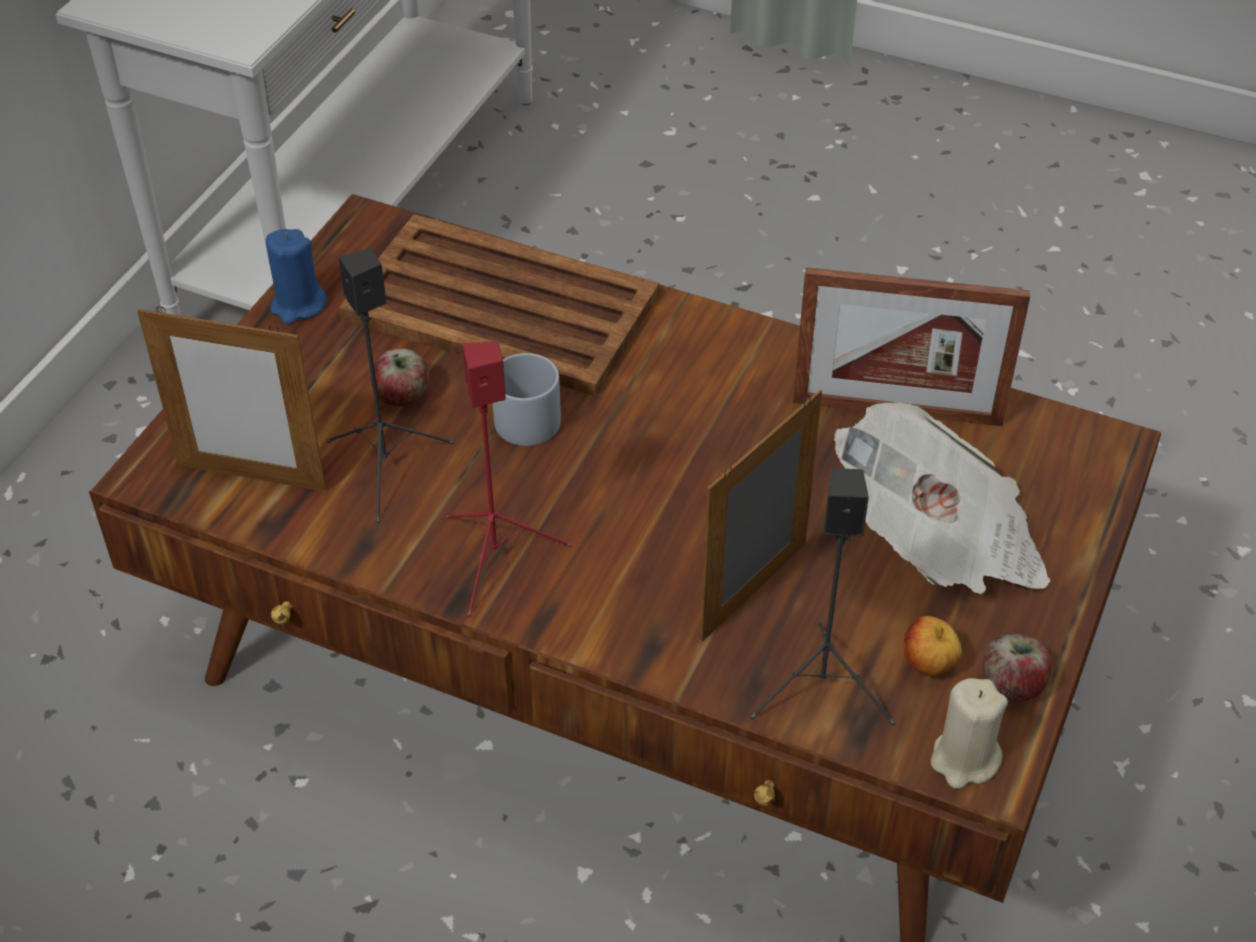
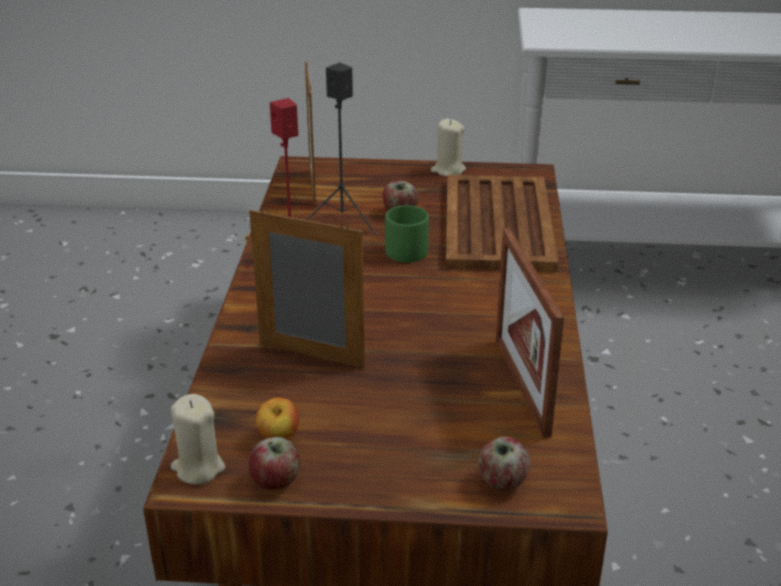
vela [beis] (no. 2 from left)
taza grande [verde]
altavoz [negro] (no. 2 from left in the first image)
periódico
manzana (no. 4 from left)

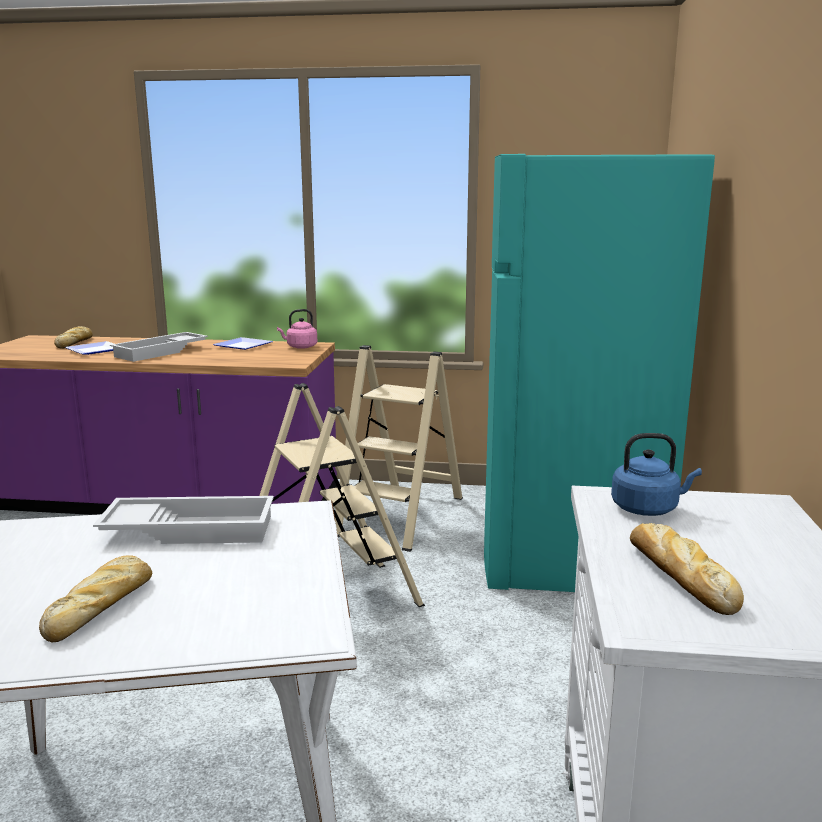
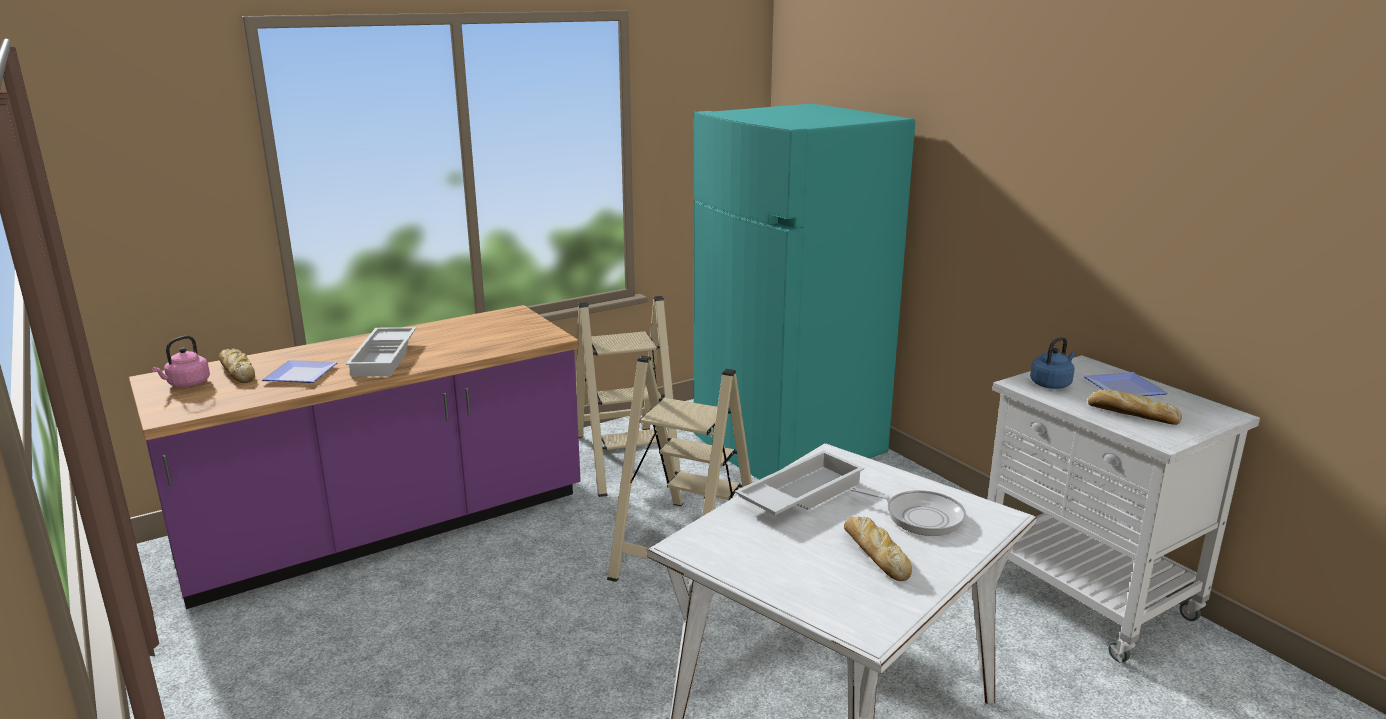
plato (no. 2 from left)
hervidor [rosa]
sartén

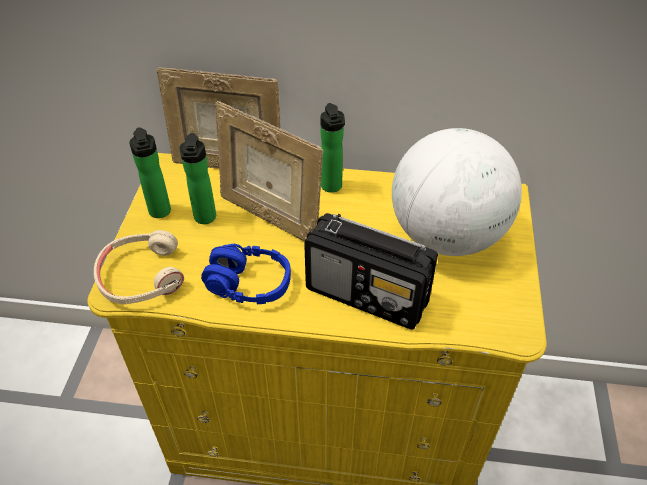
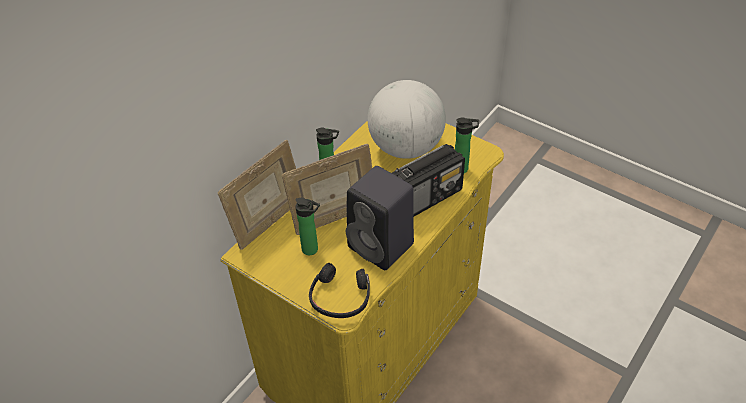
auriculares [negro]
botella (no. 3 from left)
altavoz [negro]

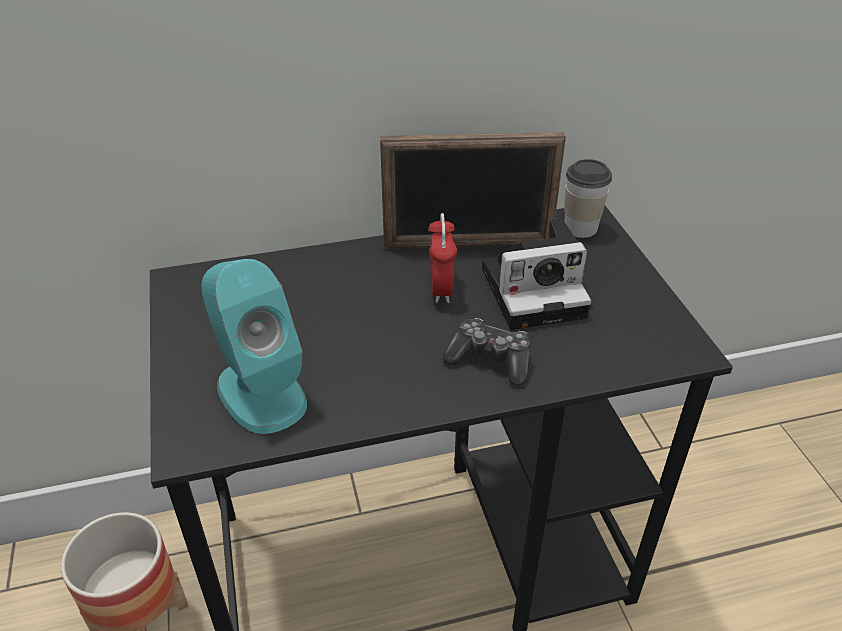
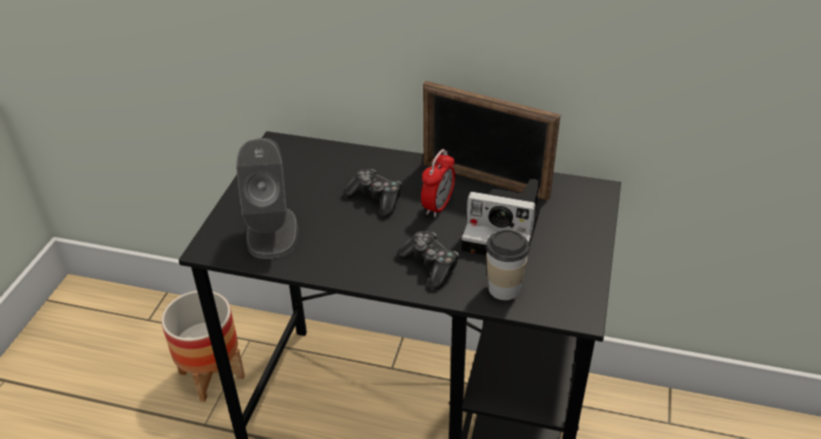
altavoz [gris]
taza
mando de consola (no. 1 from left)

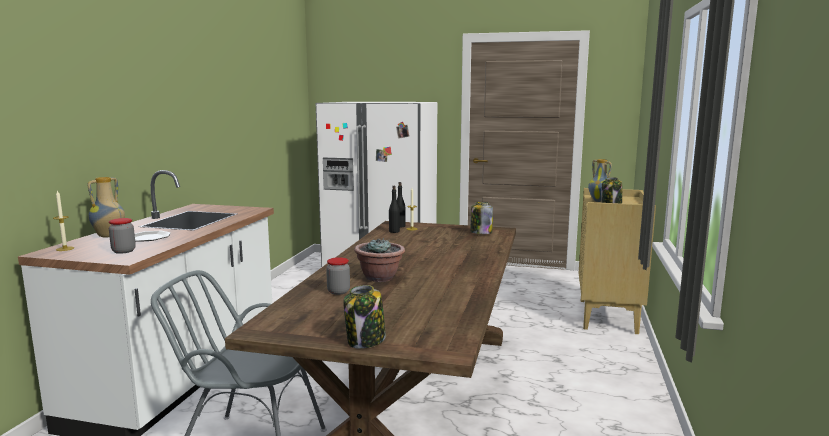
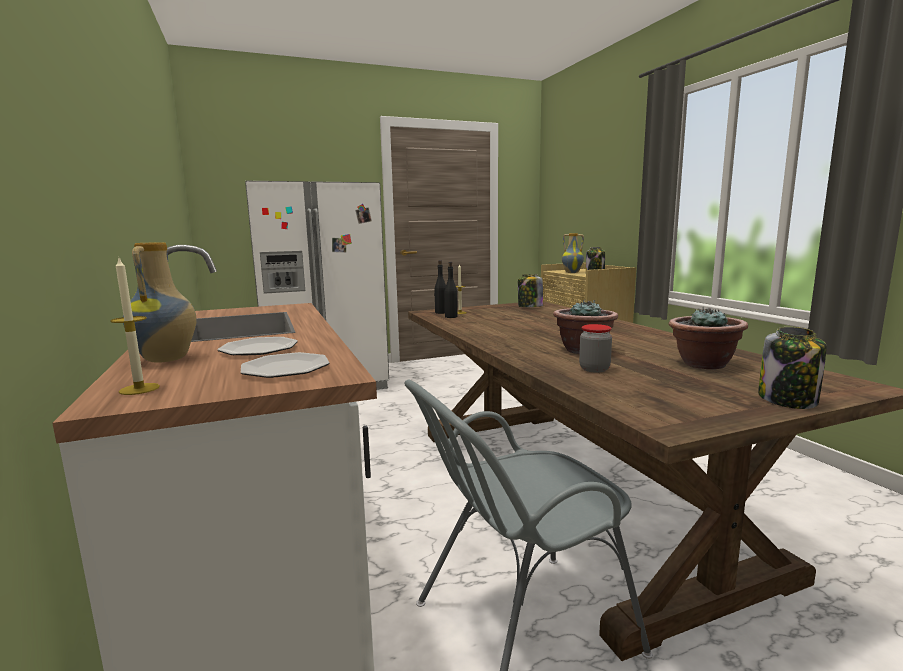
plato (no. 2 from left)
planta en maceta (no. 2 from left)

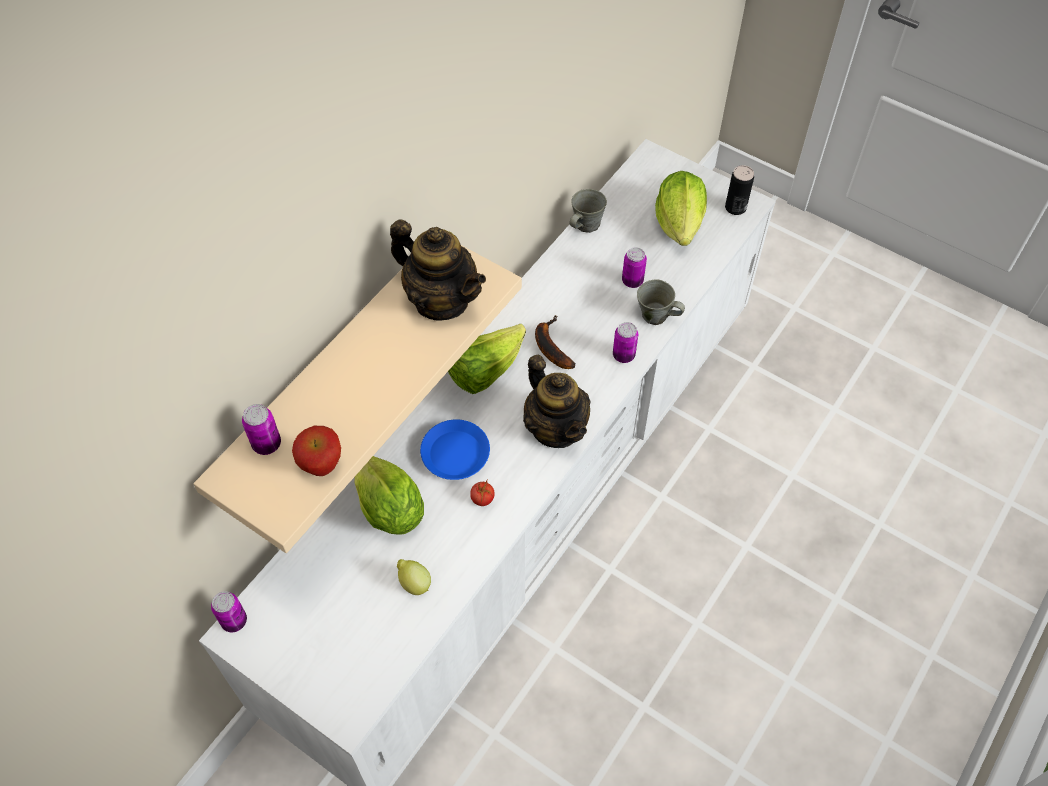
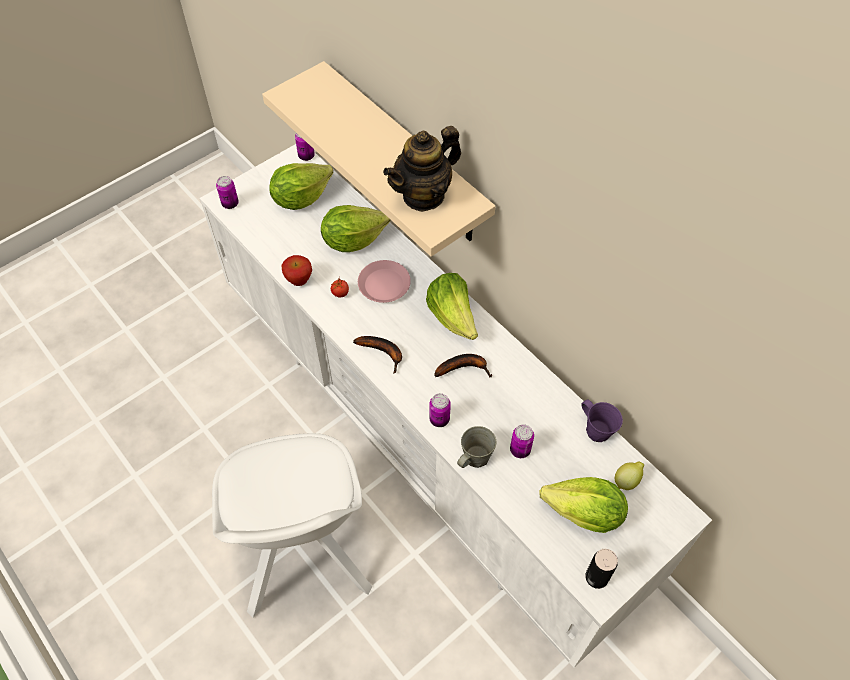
lata (no. 1 from left)
manzana
limón
plato [rosa]
plátano (no. 1 from left)
taza grande [morado]
silla [blanco]
lechuga (no. 1 from left)

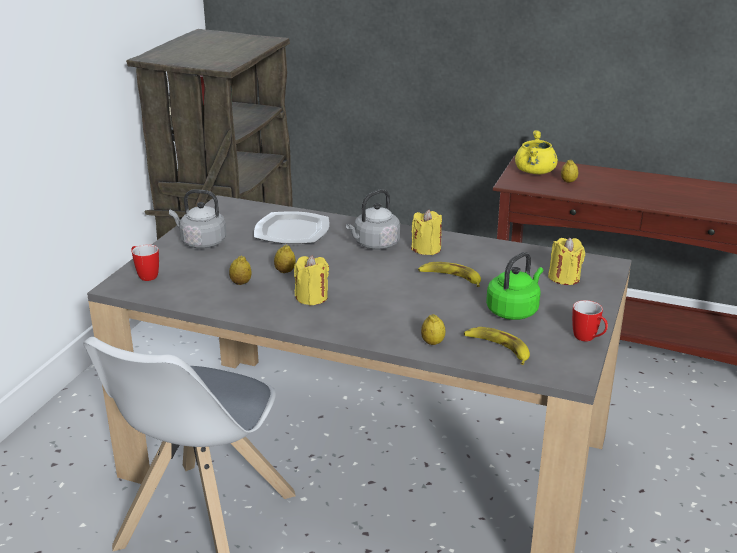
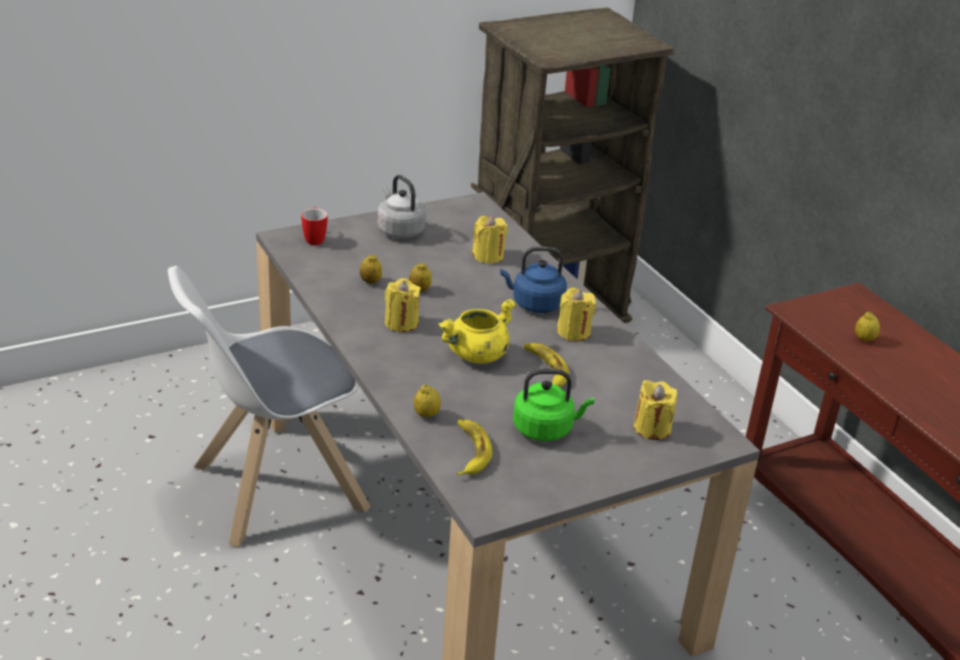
vela [amarillo] (no. 2 from left)
hervidor [azul]
olla [amarillo]
taza grande (no. 2 from left in the first image)

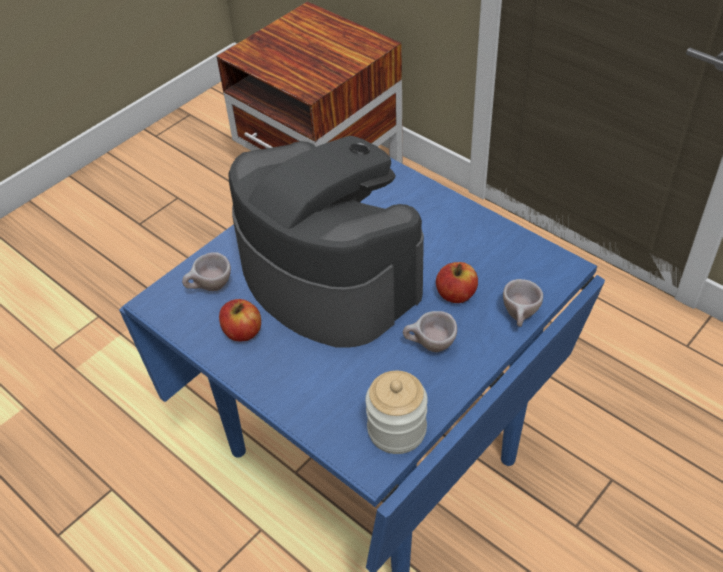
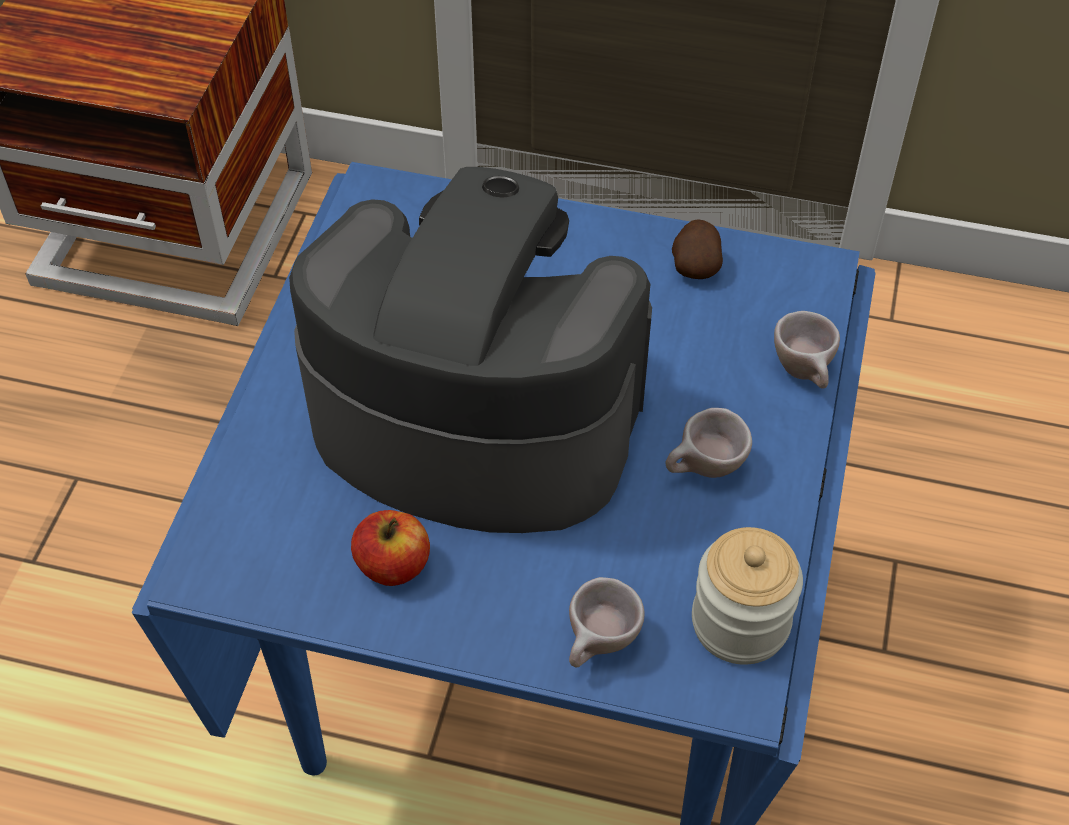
taza [beis] (no. 1 from left)
manzana (no. 2 from left in the first image)
patata

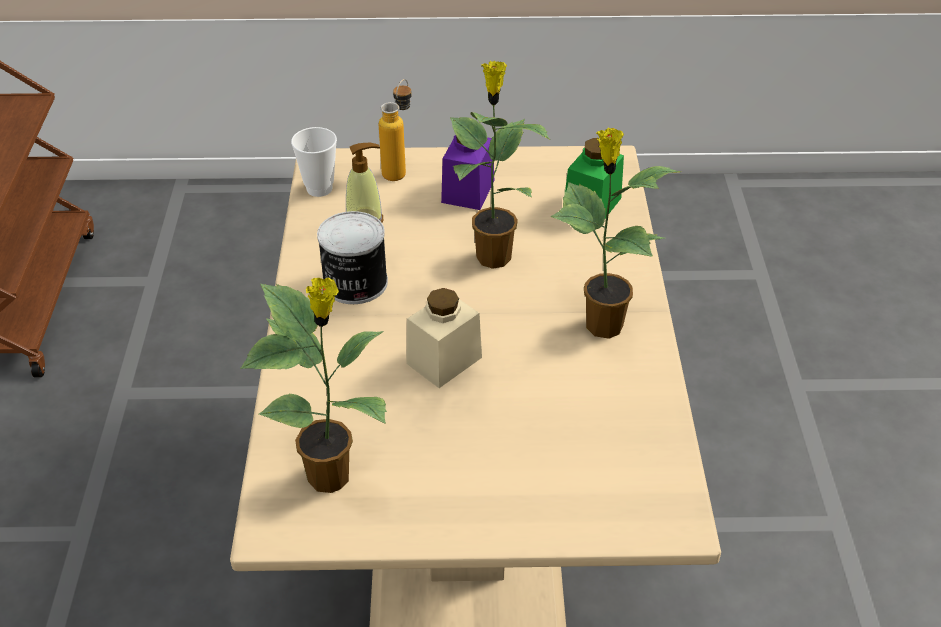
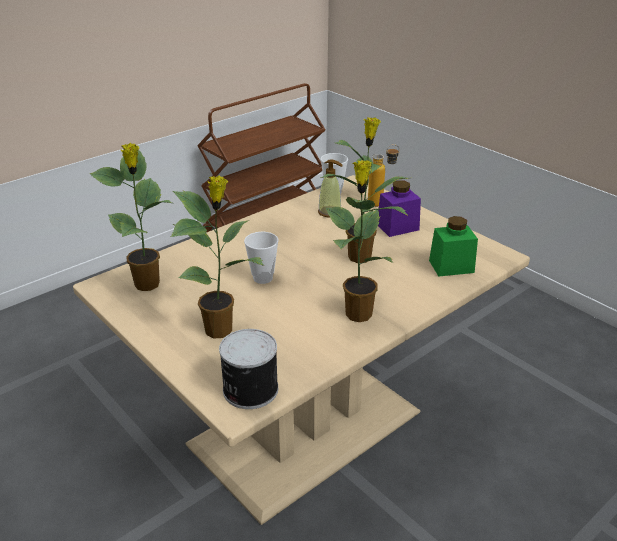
lata
taza (no. 1 from left)
planta en maceta (no. 2 from left)

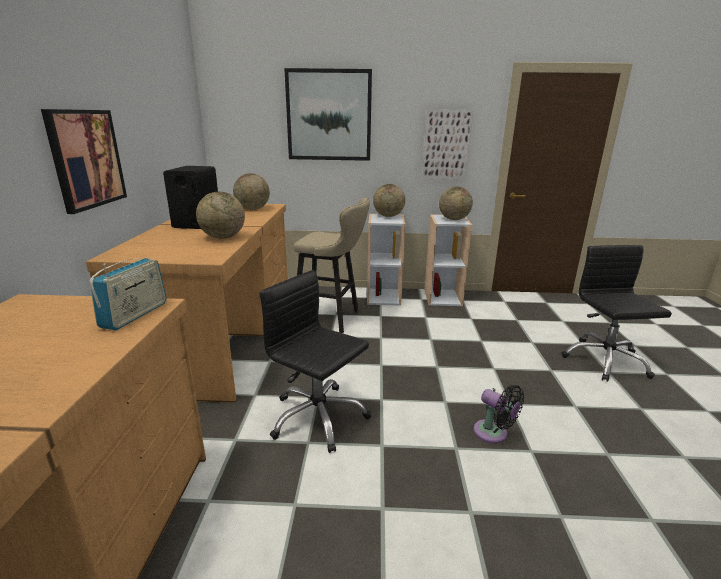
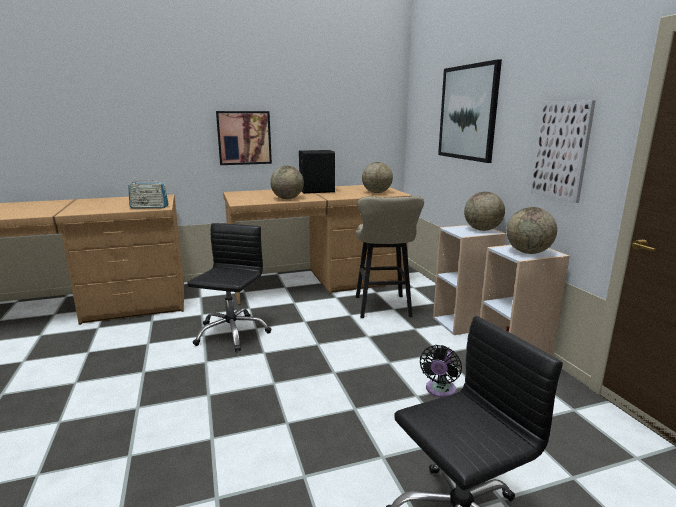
ventilador [negro]

